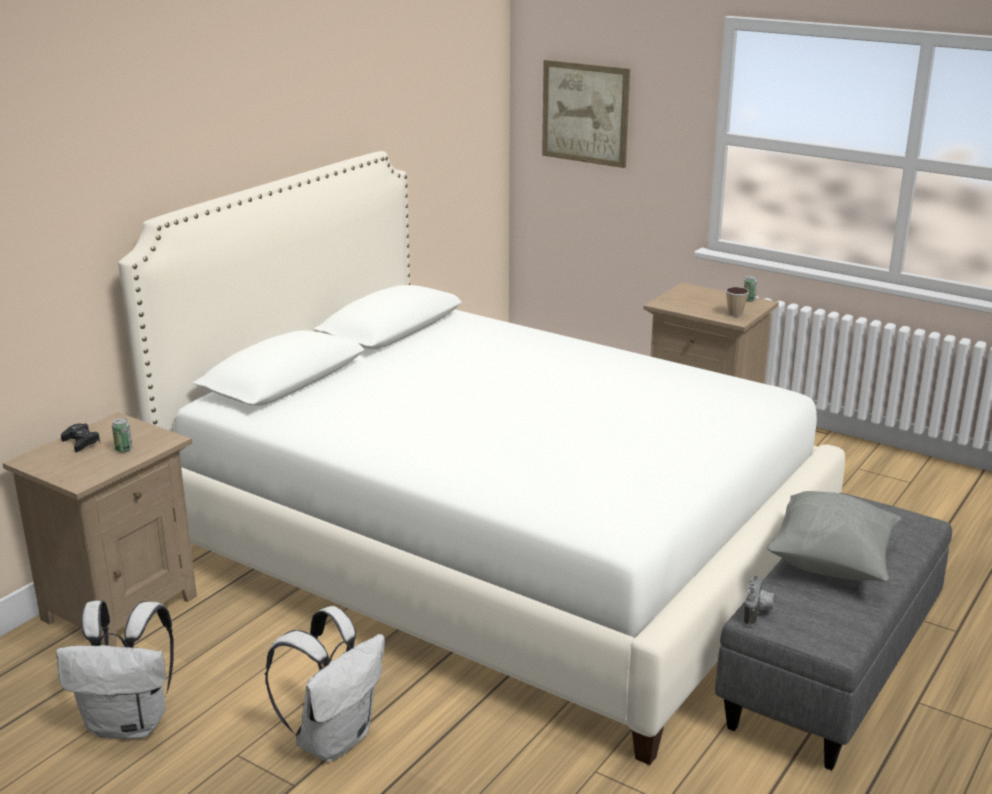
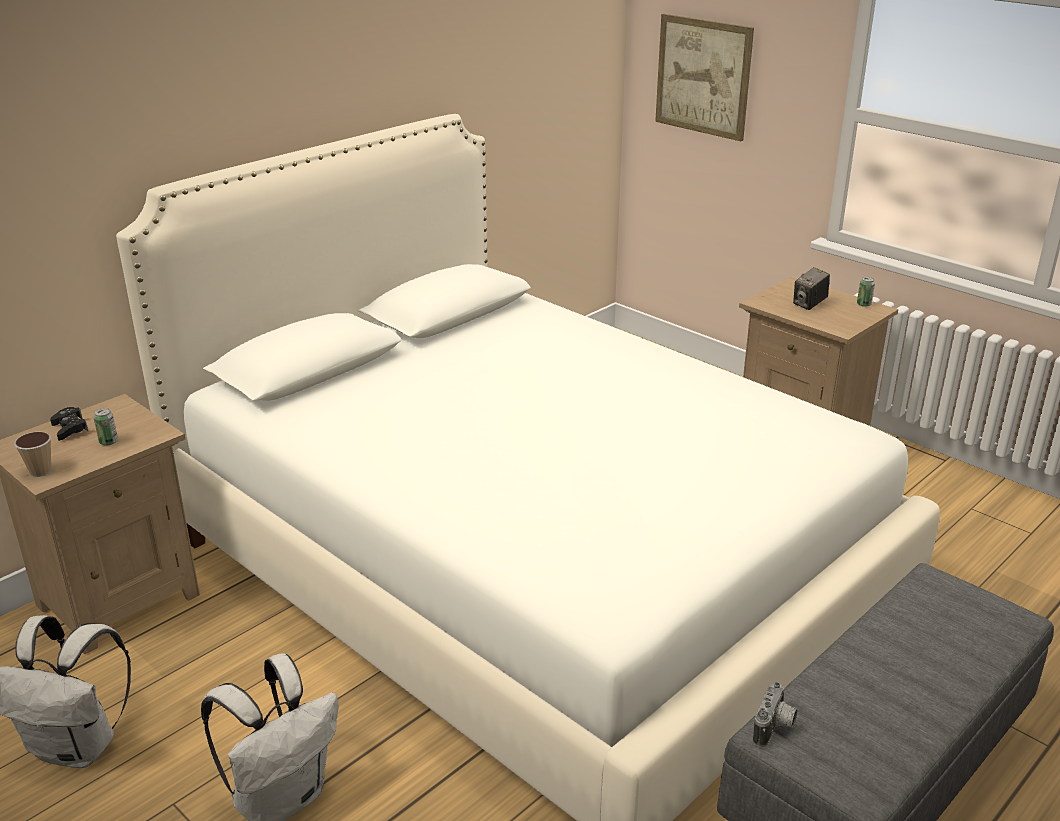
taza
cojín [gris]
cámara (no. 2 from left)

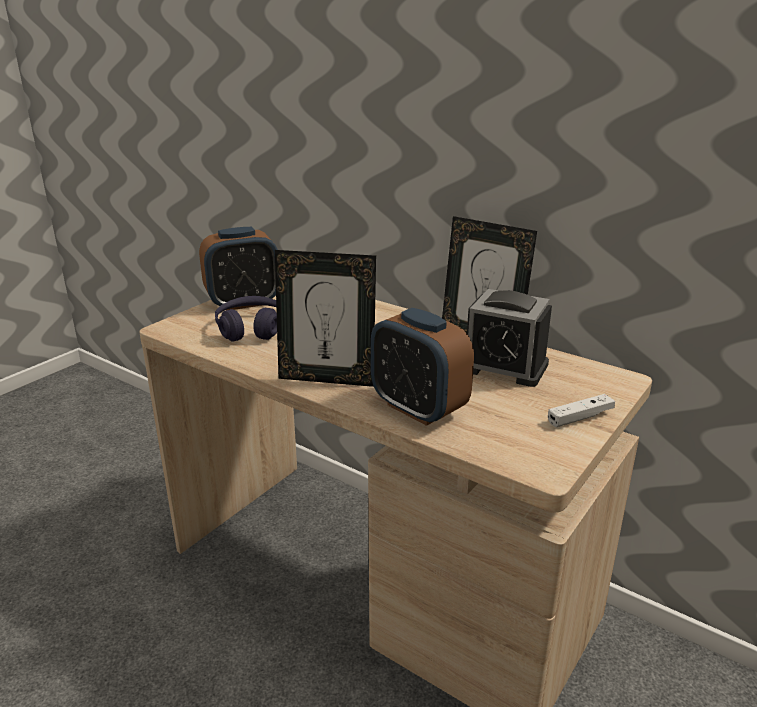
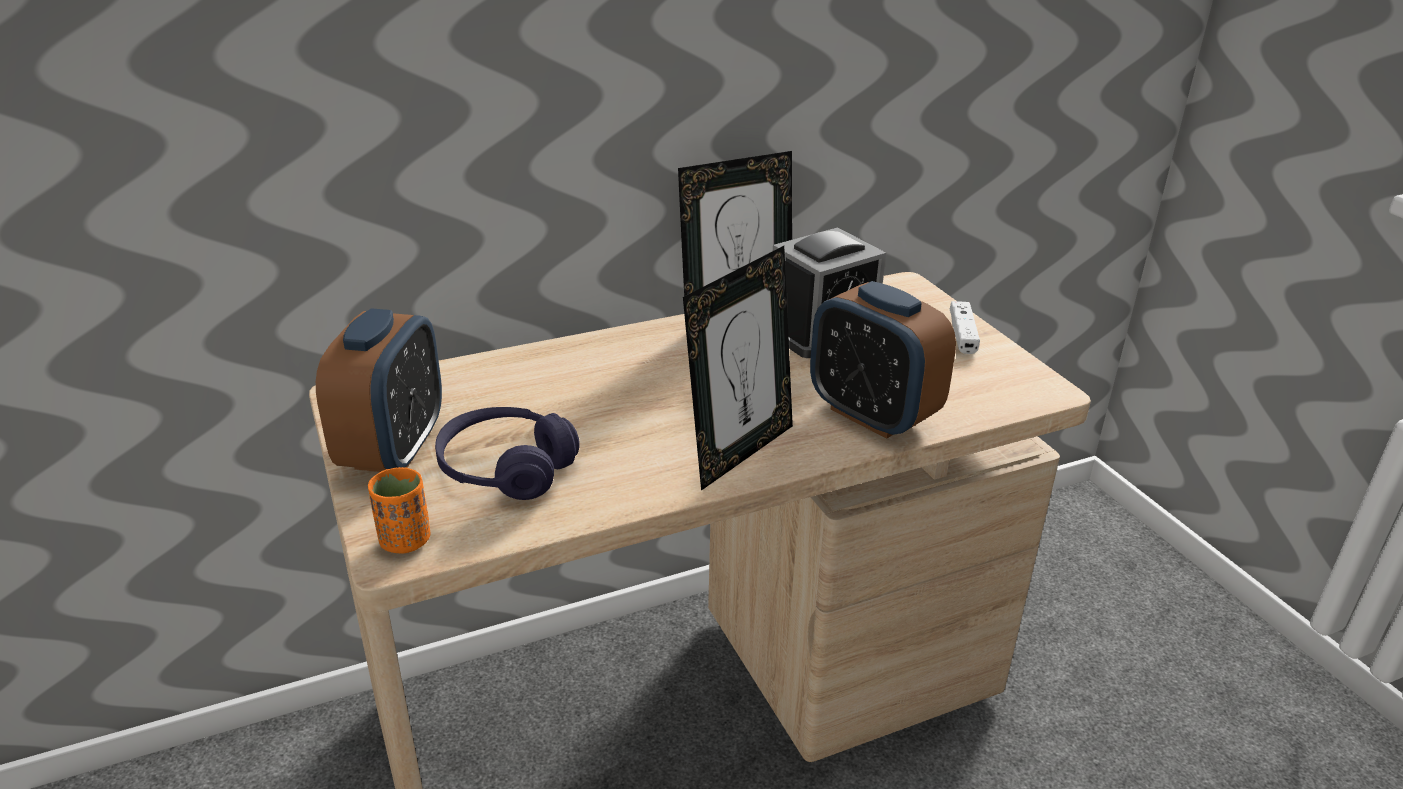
despertador (no. 3 from left)
taza [naranja]

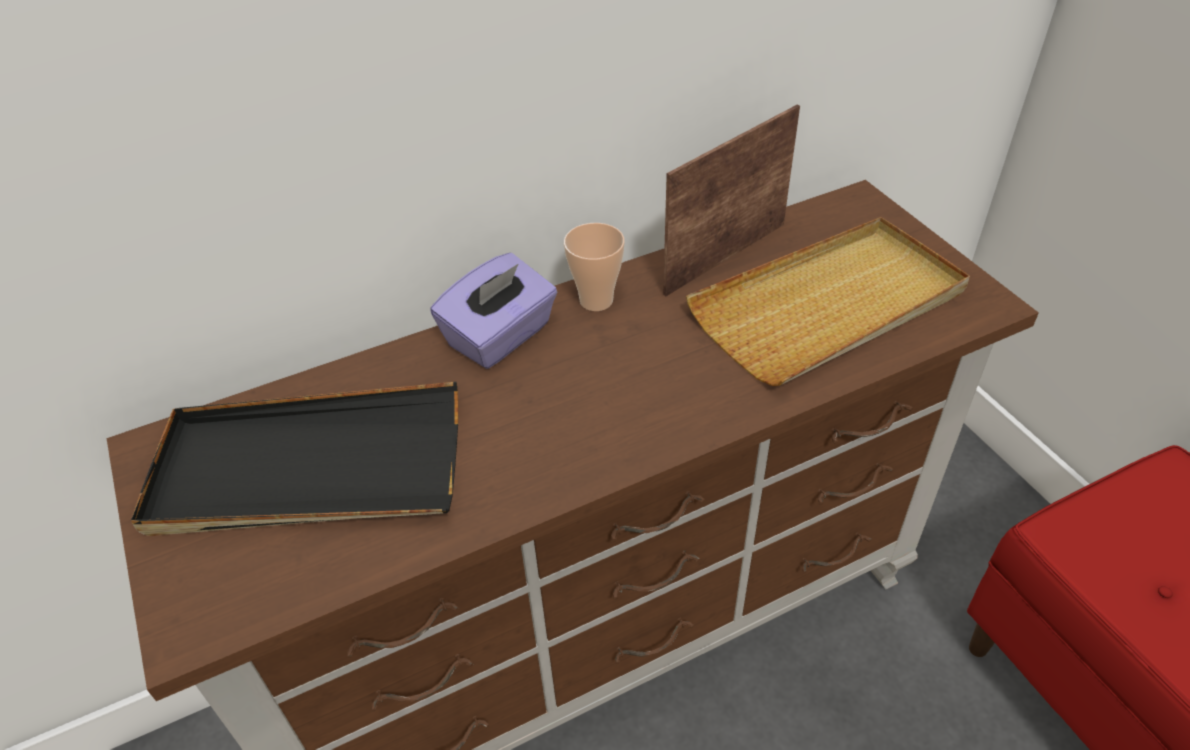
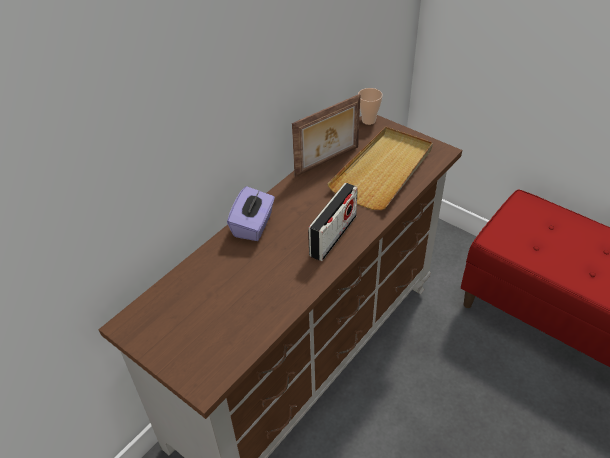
bandeja [negro]
taza
portarretratos
radio

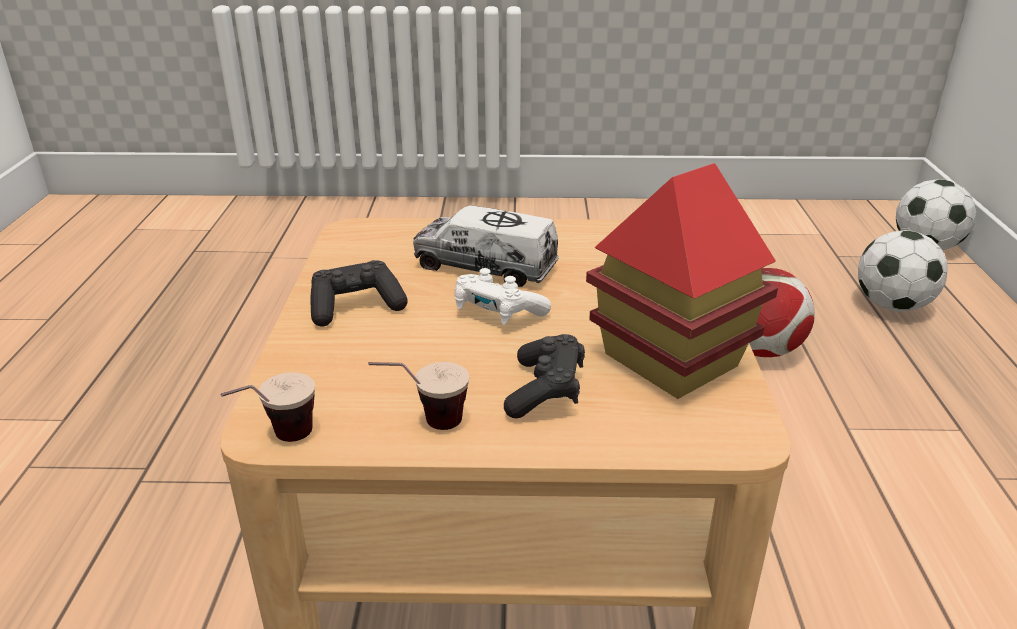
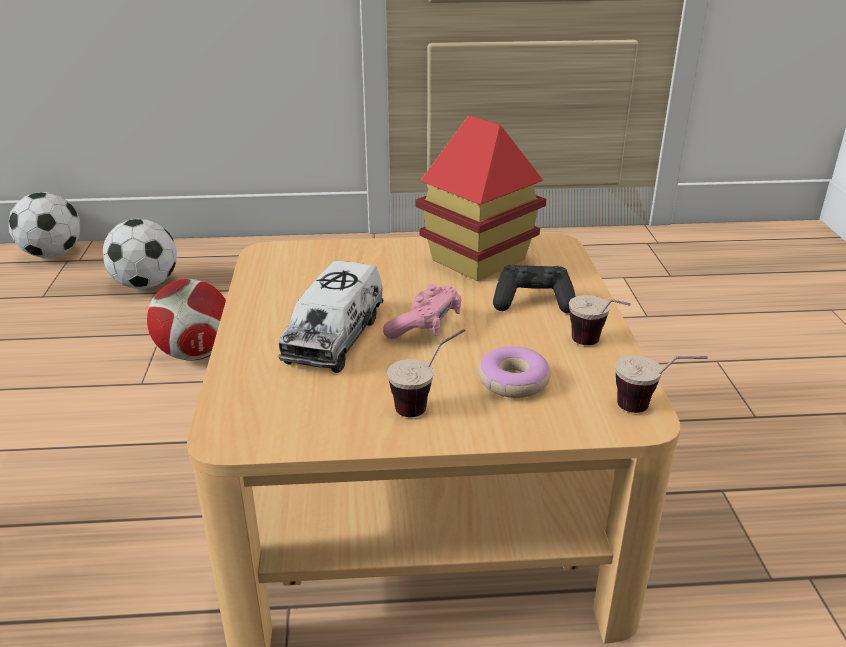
taza (no. 1 from left)
mando de consola [rosa]
rosquilla

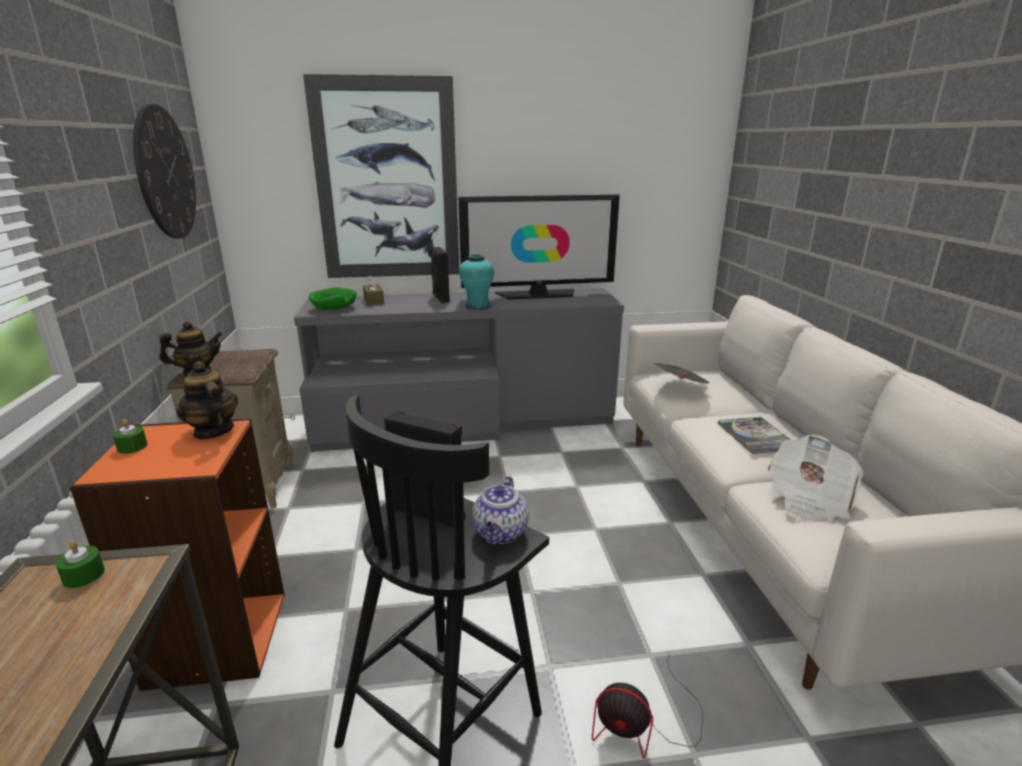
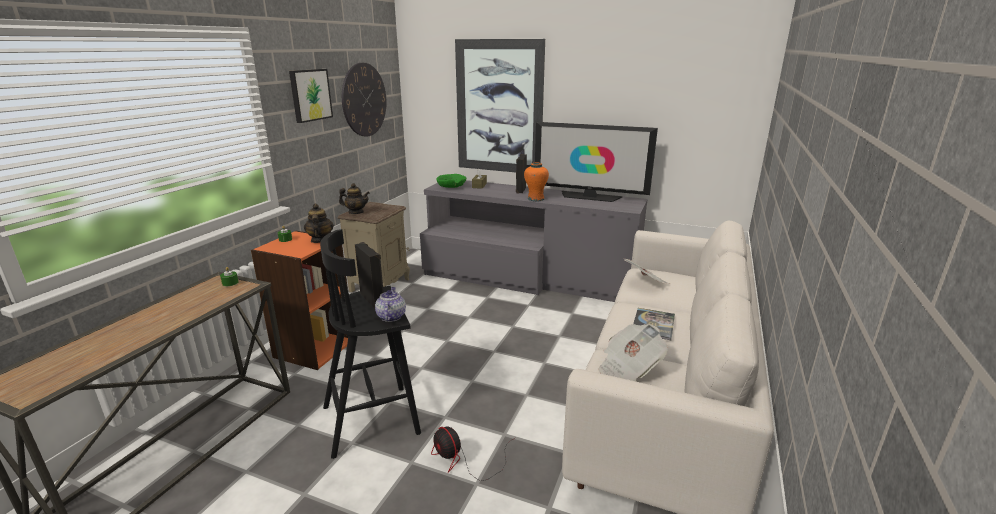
florero [naranja]
tetera (no. 3 from left)
cuadro (no. 1 from left)

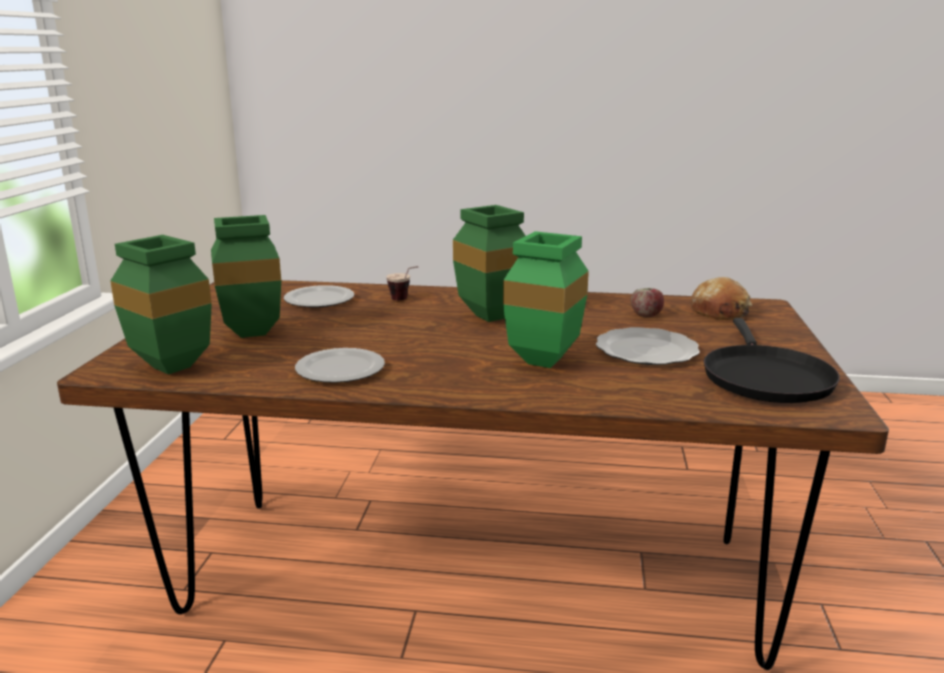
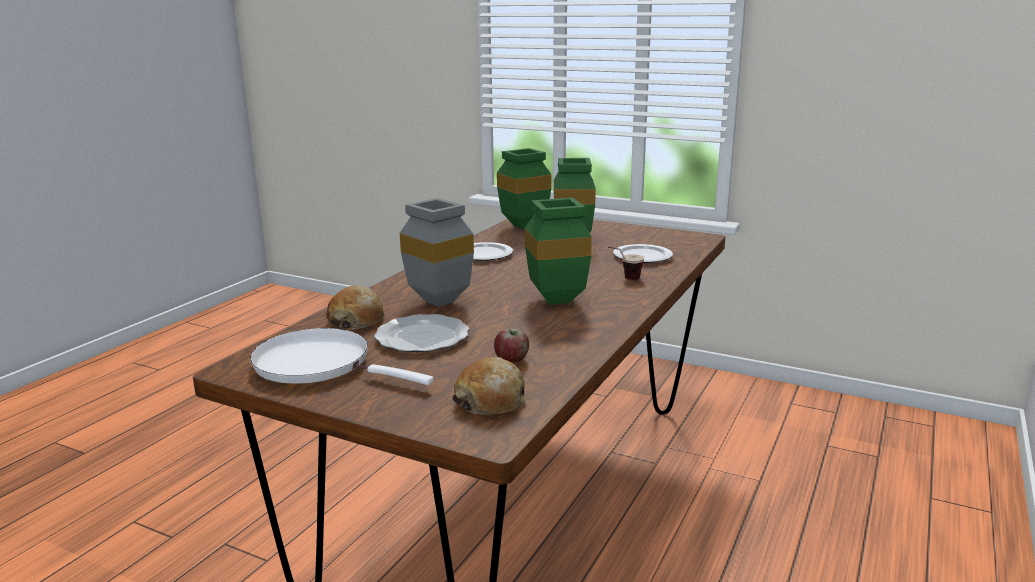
florero [gris]
sartén [blanco]
pan (no. 1 from left)

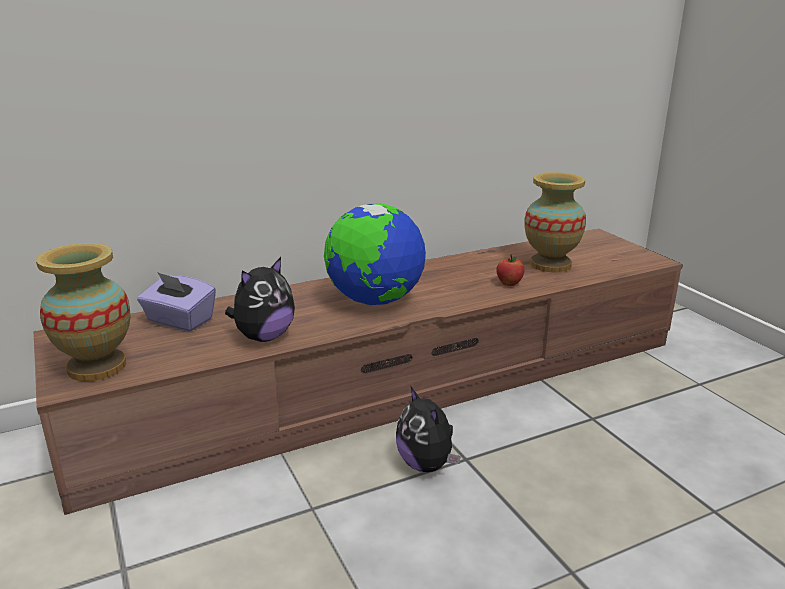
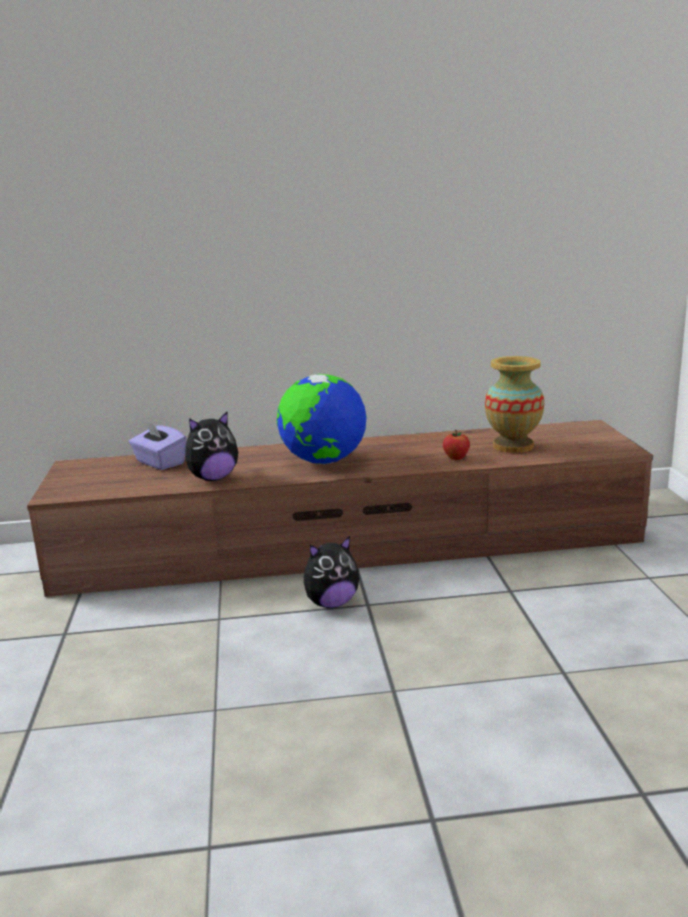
florero (no. 1 from left in the first image)
peluche (no. 2 from left)

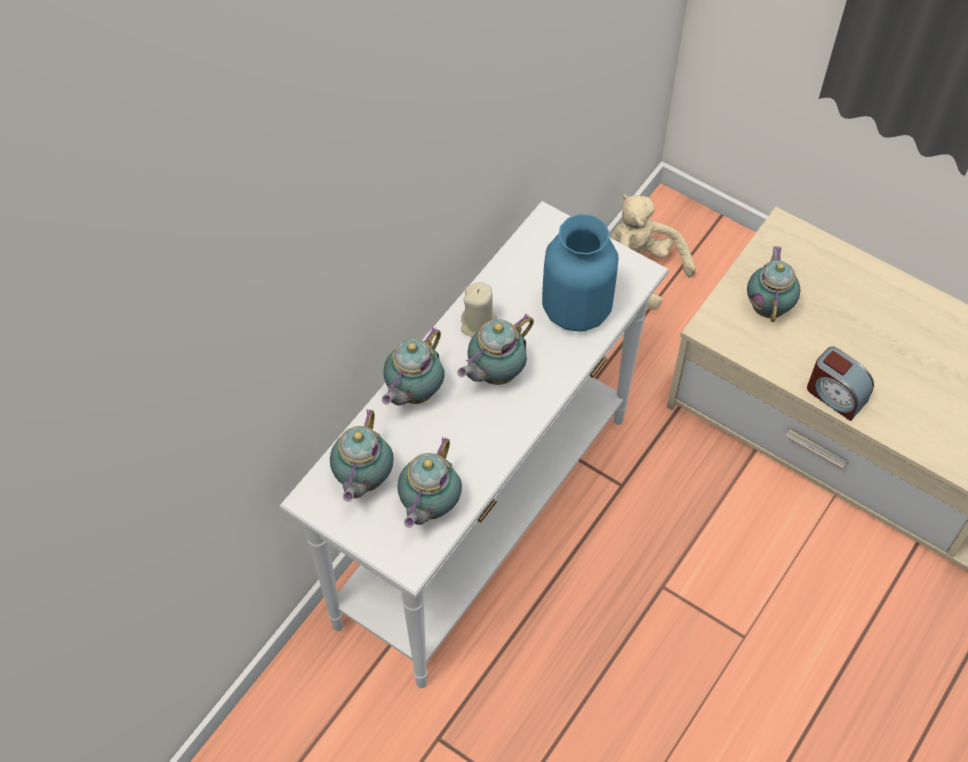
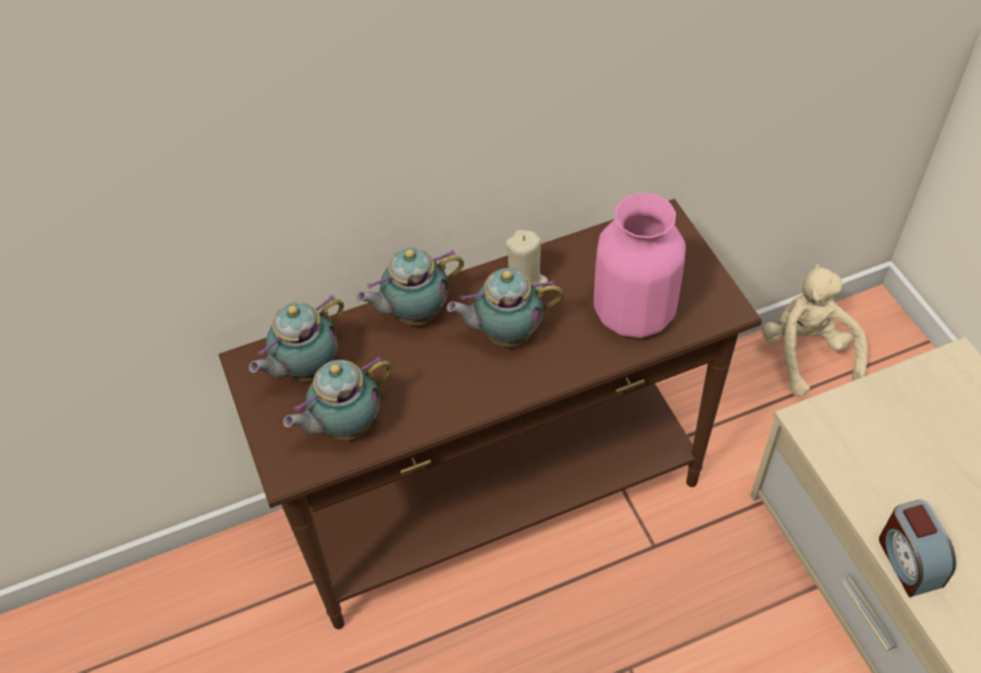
mesa consola [marrón]
florero [rosa]
tetera (no. 5 from left in the first image)

